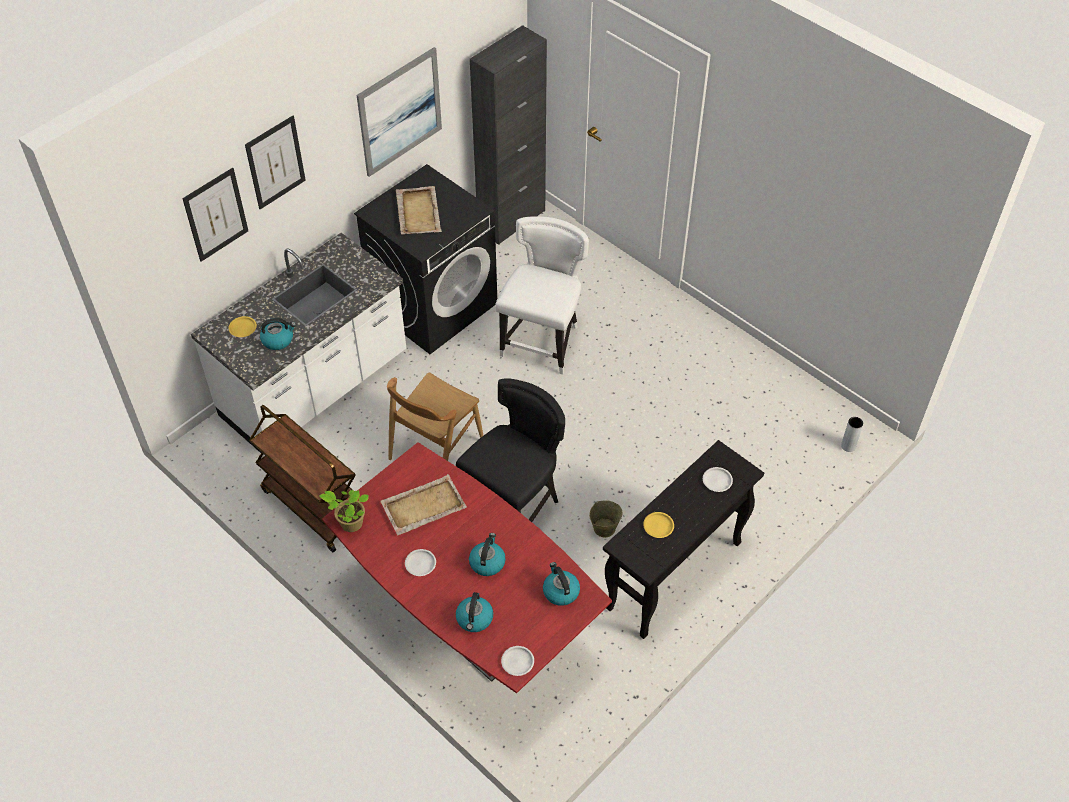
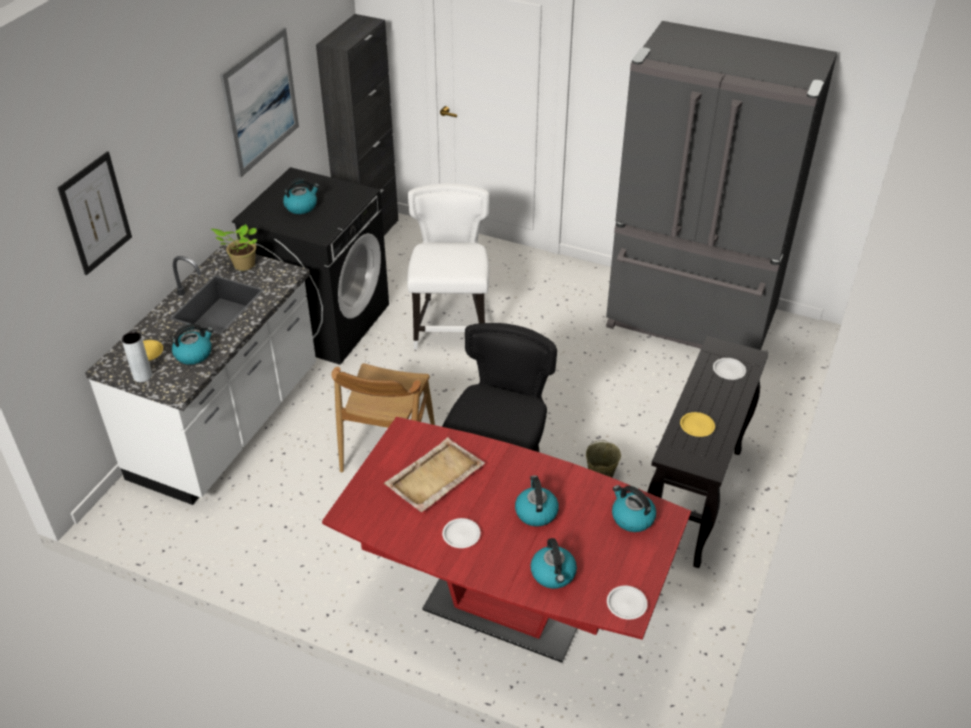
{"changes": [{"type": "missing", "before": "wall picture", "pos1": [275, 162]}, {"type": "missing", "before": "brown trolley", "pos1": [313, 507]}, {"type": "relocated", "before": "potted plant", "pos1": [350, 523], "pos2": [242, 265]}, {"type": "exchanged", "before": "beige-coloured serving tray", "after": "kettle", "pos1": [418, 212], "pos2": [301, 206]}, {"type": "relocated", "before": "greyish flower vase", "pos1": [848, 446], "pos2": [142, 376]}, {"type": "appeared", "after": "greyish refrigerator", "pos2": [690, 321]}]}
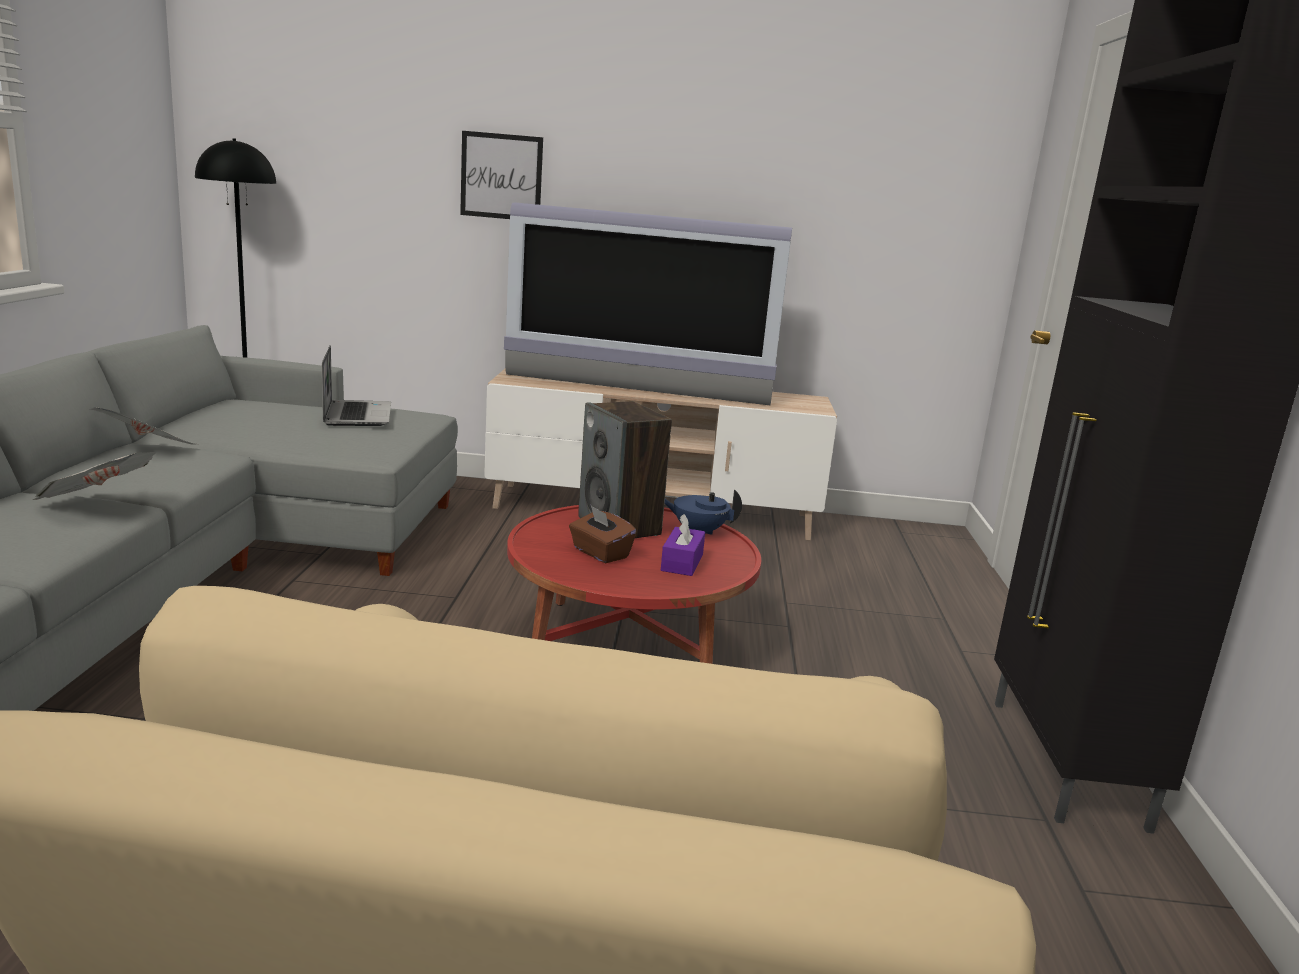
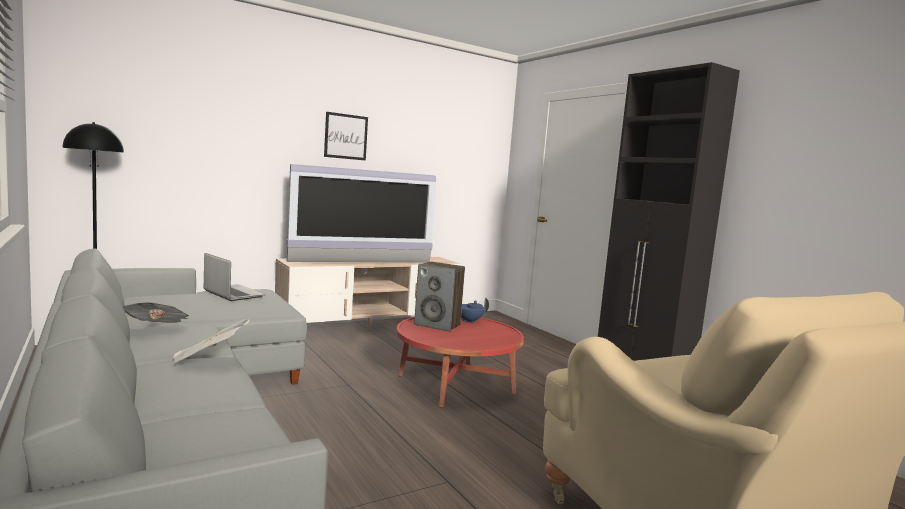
{"changes": [{"type": "relocated", "before": "wall picture", "pos1": [501, 176], "pos2": [346, 136]}, {"type": "missing", "before": "brown tissue holder", "pos1": [600, 553]}, {"type": "missing", "before": "purple-coloured tissue holder", "pos1": [682, 562]}]}
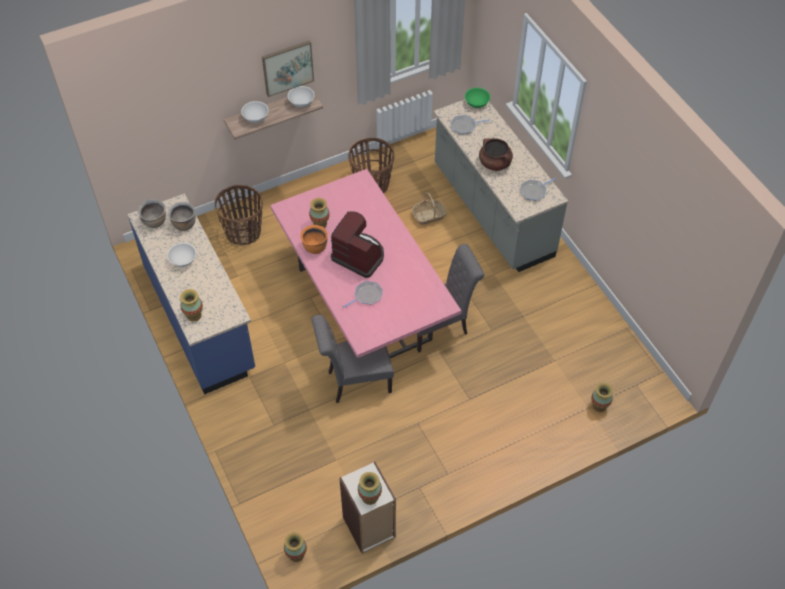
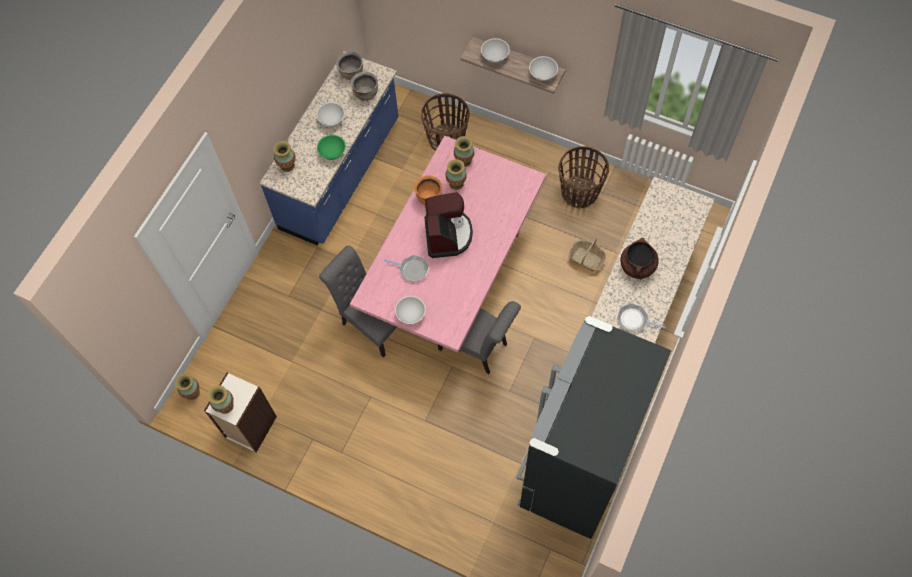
{"changes": [{"type": "missing", "before": "wall picture", "pos1": [287, 68]}, {"type": "missing", "before": "frying pan", "pos1": [464, 126]}, {"type": "relocated", "before": "green-coloured bowl", "pos1": [476, 103], "pos2": [332, 152]}, {"type": "relocated", "before": "flower vase", "pos1": [599, 405], "pos2": [464, 160]}, {"type": "appeared", "after": "whitish bowl", "pos2": [411, 314]}, {"type": "appeared", "after": "black-coloured refrigerator", "pos2": [574, 467]}]}
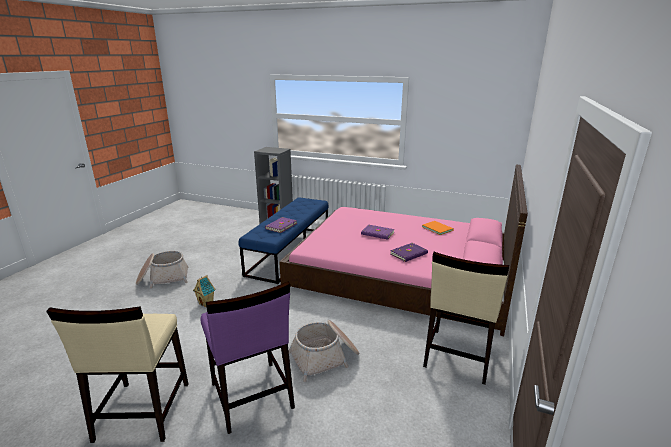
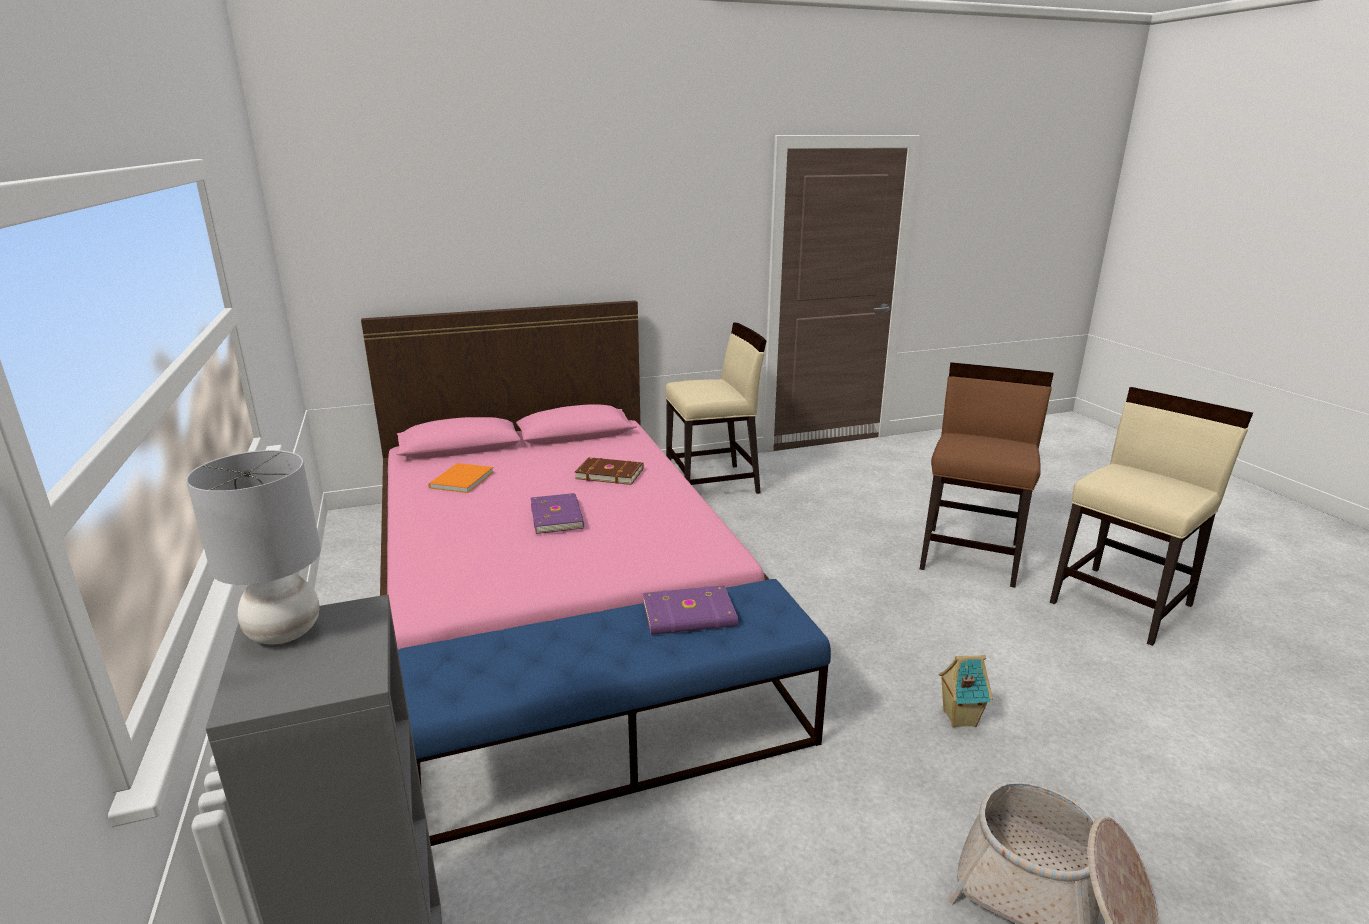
{"changes": [{"type": "colour", "before": "purple-coloured chair", "after": "brown chair", "pos1": [251, 396], "pos2": [971, 555]}, {"type": "missing", "before": "household basket", "pos1": [325, 357]}, {"type": "colour", "before": "purple-coloured bound book", "after": "brown bound book", "pos1": [409, 254], "pos2": [609, 473]}, {"type": "appeared", "after": "greyish table lamp", "pos2": [283, 632]}]}
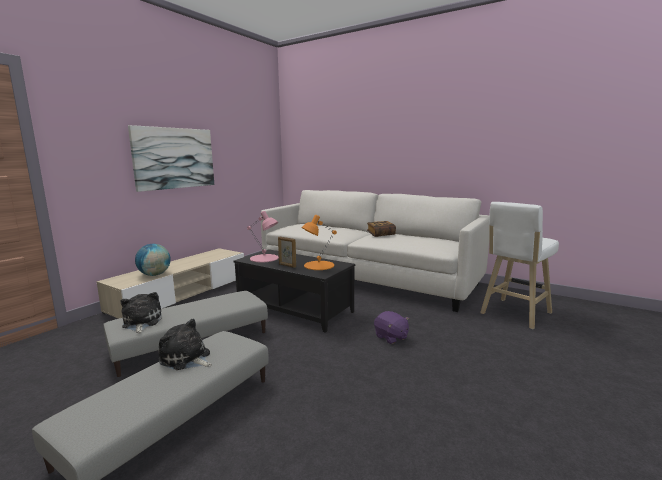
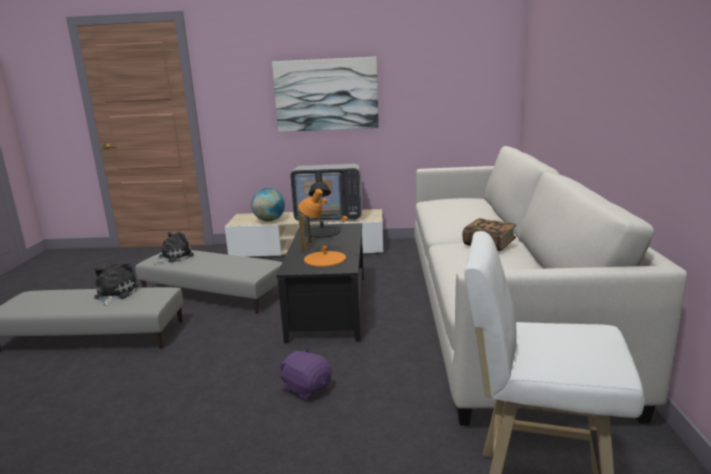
{"changes": [{"type": "colour", "before": "pinkish table lamp", "after": "black-coloured table lamp", "pos1": [264, 258], "pos2": [322, 232]}, {"type": "spun", "before": "purple-coloured soft toy", "pos1": [391, 337], "pos2": [306, 388], "turn": 105}, {"type": "appeared", "after": "TV set", "pos2": [329, 216]}]}
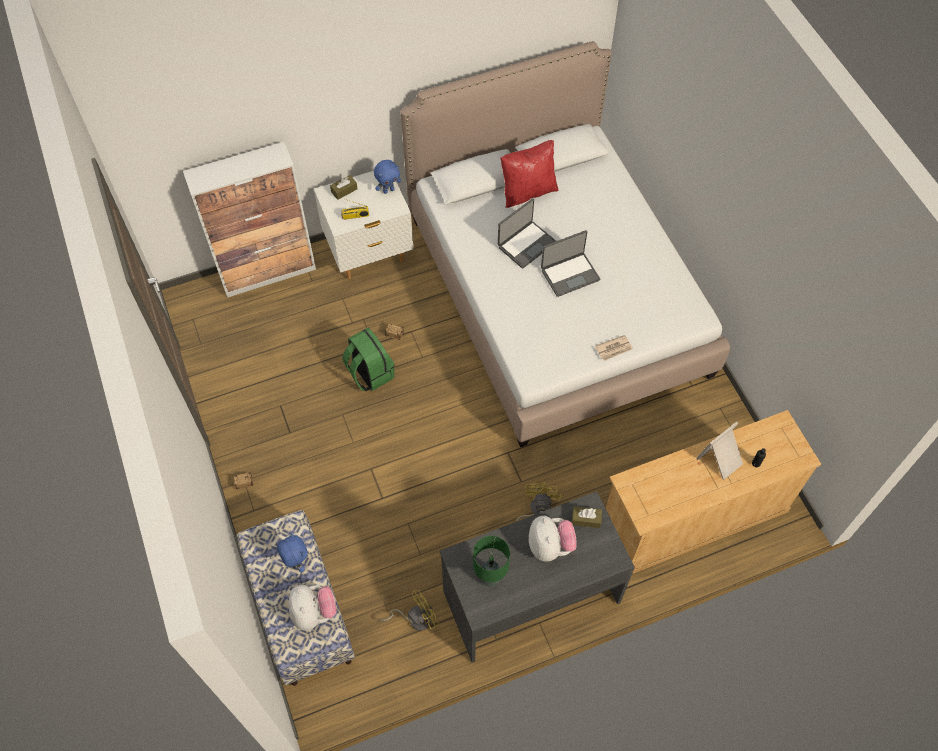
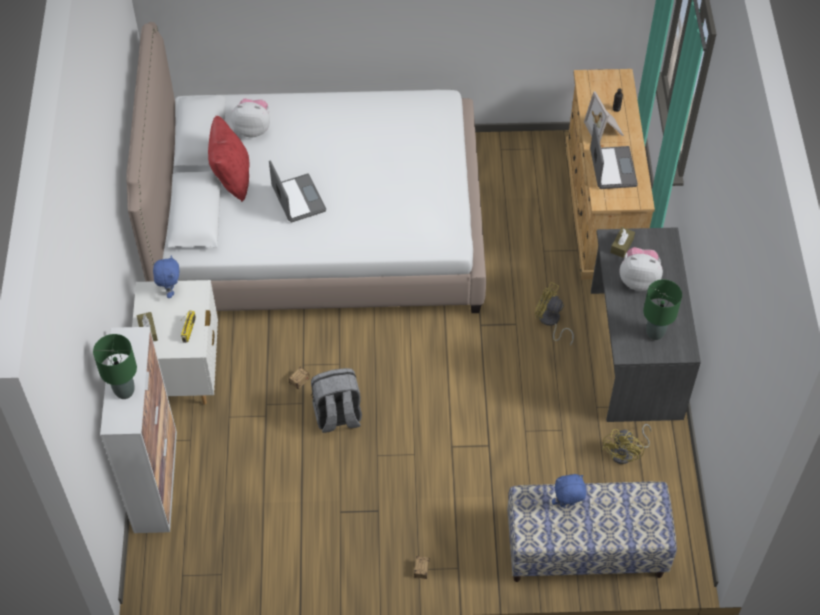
{"changes": [{"type": "relocated", "before": "soft toy", "pos1": [313, 613], "pos2": [253, 128]}, {"type": "colour", "before": "green-coloured knapsack", "after": "greyish knapsack", "pos1": [369, 373], "pos2": [337, 416]}, {"type": "spun", "before": "yellowish electric fan", "pos1": [415, 618], "pos2": [626, 453], "turn": -150}, {"type": "relocated", "before": "portable computer", "pos1": [569, 274], "pos2": [611, 168]}, {"type": "missing", "before": "newspaper", "pos1": [614, 349]}, {"type": "appeared", "after": "green-coloured table lamp", "pos2": [124, 392]}]}
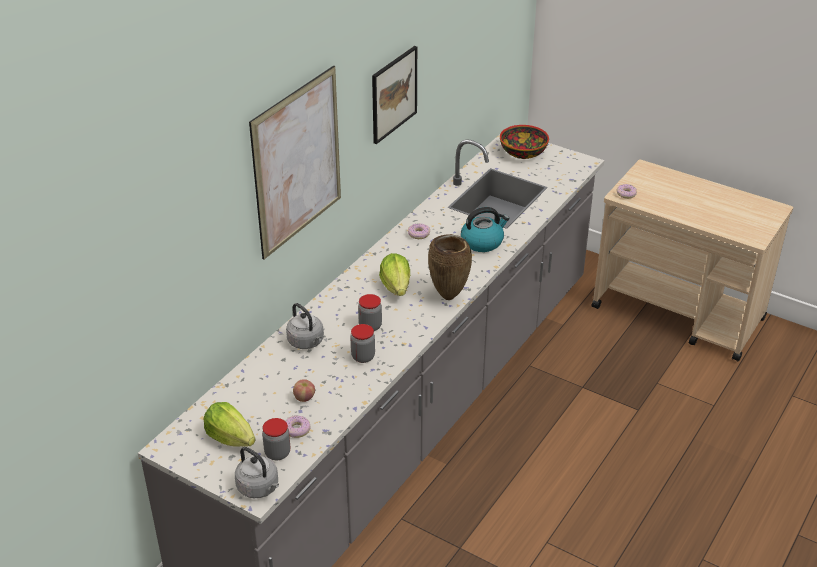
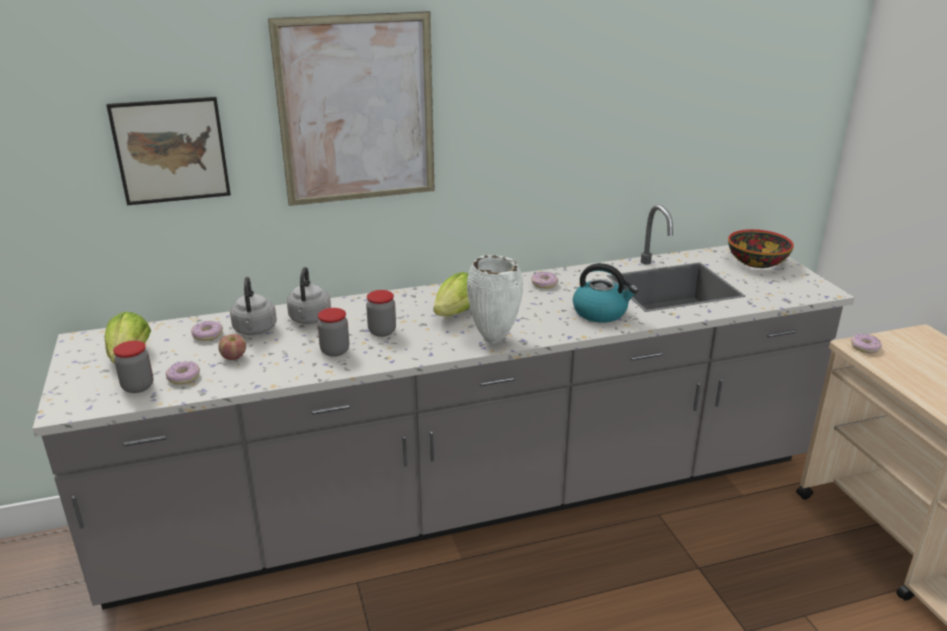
{"changes": [{"type": "relocated", "before": "greyish kettle", "pos1": [259, 488], "pos2": [255, 330]}, {"type": "relocated", "before": "wall picture", "pos1": [393, 94], "pos2": [171, 150]}, {"type": "colour", "before": "brown flower vase", "after": "whitish flower vase", "pos1": [449, 296], "pos2": [495, 340]}, {"type": "appeared", "after": "doughnut", "pos2": [208, 335]}]}
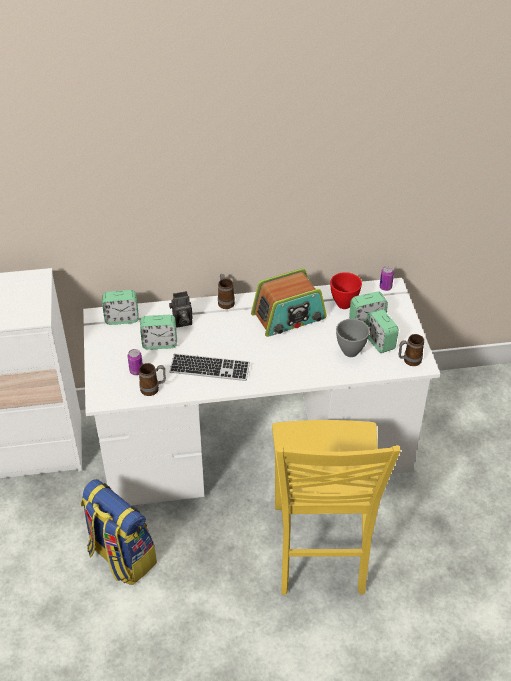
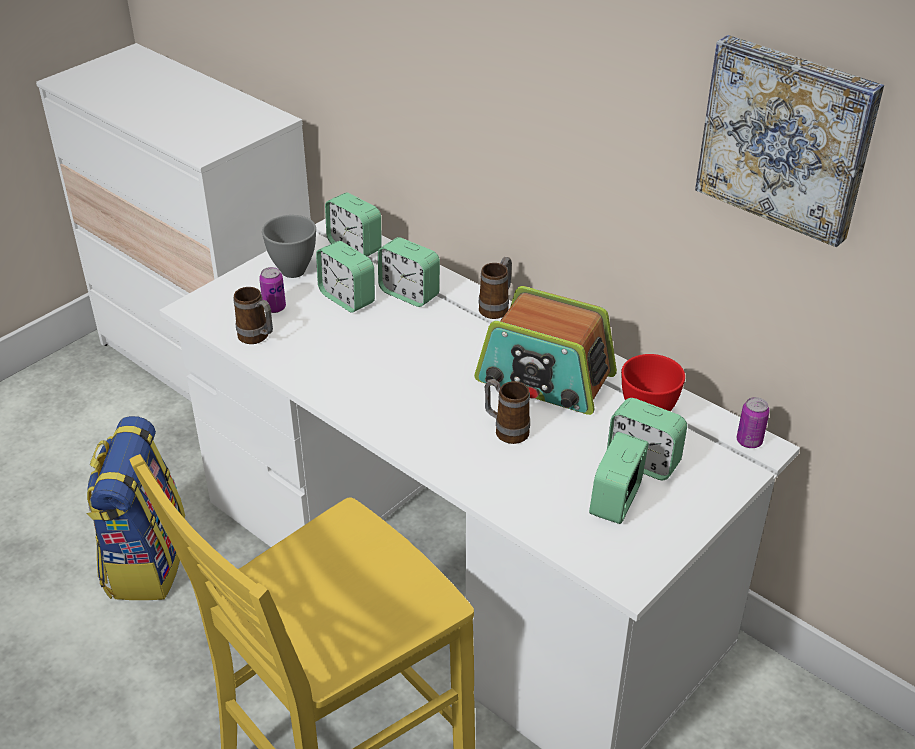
{"changes": [{"type": "exchanged", "before": "still camera", "after": "bedside clock", "pos1": [181, 322], "pos2": [409, 294]}, {"type": "missing", "before": "keyboard", "pos1": [209, 369]}, {"type": "relocated", "before": "greyish bowl", "pos1": [349, 351], "pos2": [293, 270]}, {"type": "relocated", "before": "coffee mug", "pos1": [408, 361], "pos2": [506, 430]}, {"type": "appeared", "after": "wall picture", "pos2": [787, 137]}]}
